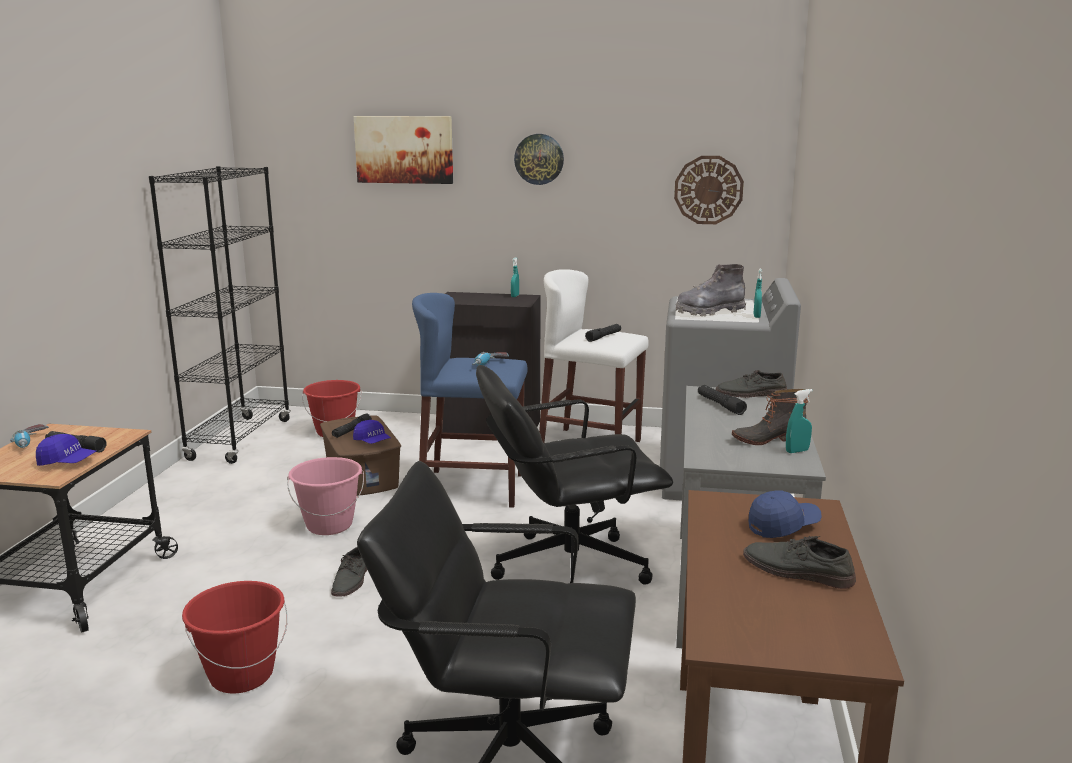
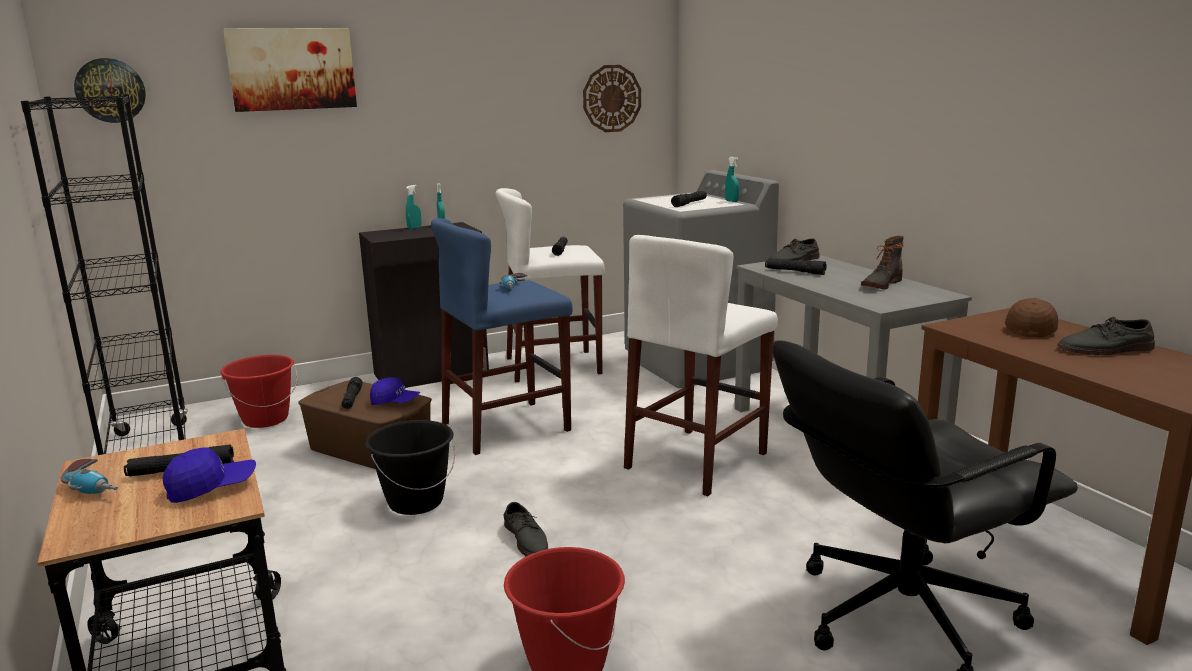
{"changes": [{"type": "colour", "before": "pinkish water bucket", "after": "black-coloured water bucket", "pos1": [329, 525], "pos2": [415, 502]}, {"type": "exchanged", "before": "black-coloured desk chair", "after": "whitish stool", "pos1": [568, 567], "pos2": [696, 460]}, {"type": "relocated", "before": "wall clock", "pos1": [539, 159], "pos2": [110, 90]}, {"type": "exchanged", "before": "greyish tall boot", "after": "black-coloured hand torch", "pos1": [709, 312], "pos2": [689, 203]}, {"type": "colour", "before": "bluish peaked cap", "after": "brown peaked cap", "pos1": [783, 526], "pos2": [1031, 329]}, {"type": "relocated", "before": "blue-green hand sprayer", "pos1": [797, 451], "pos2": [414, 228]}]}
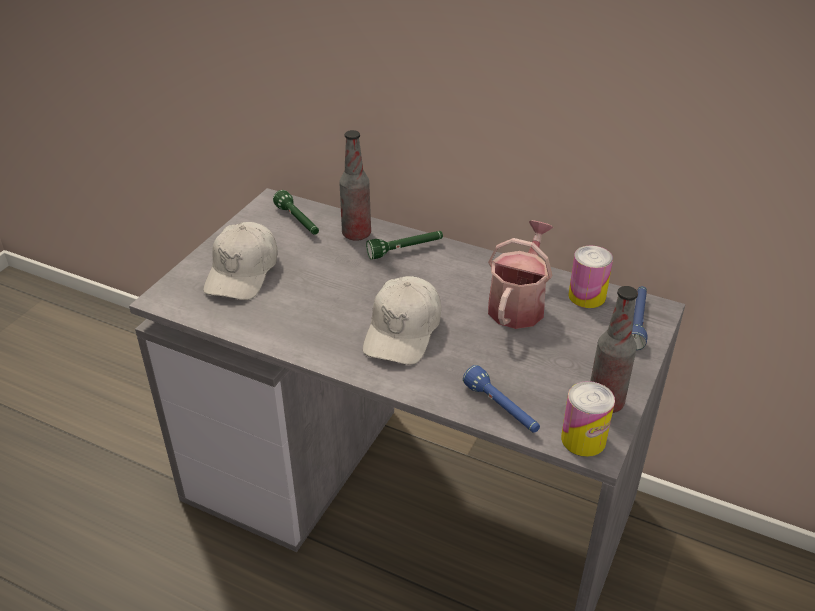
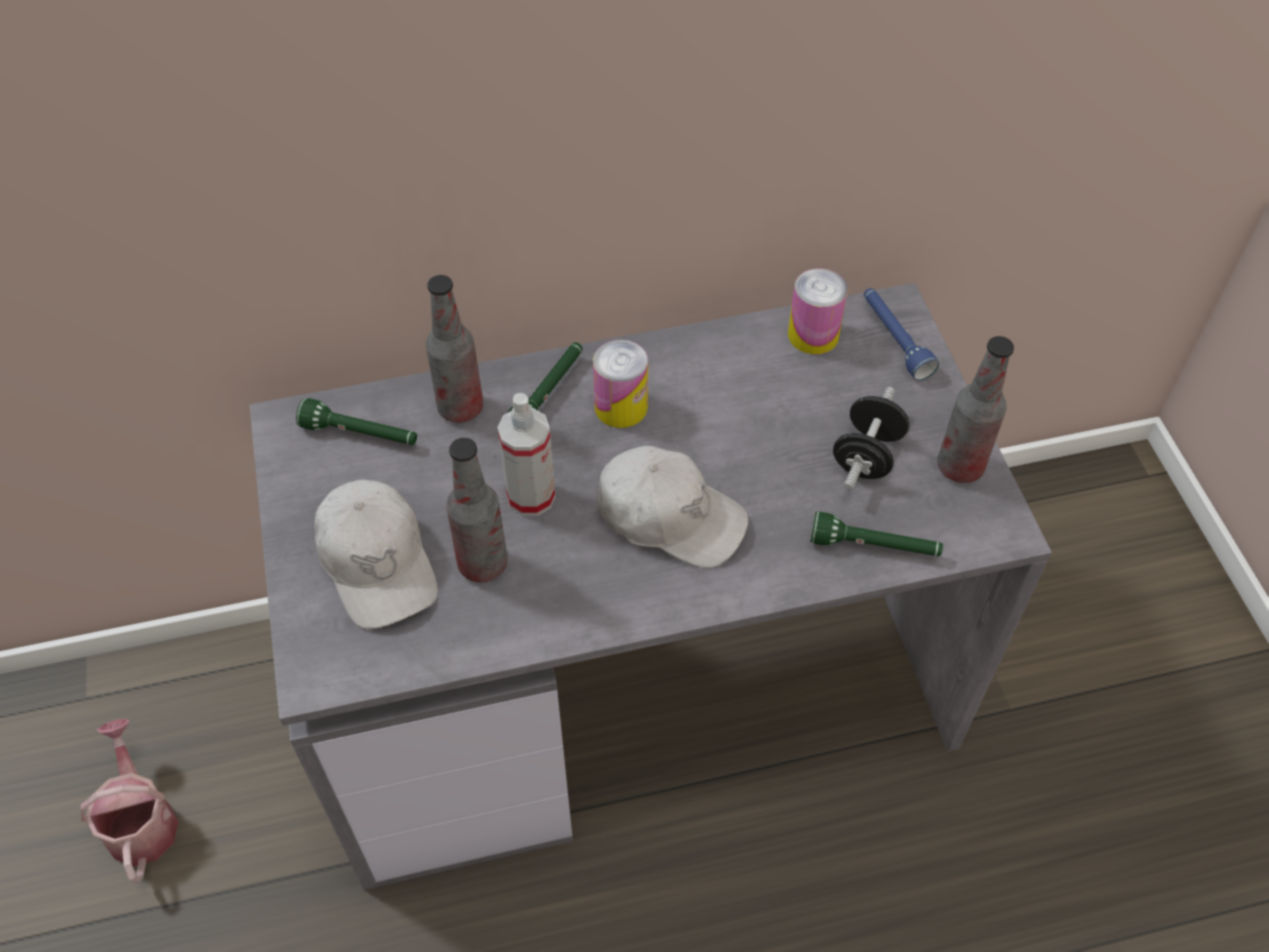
{"changes": [{"type": "spun", "before": "whitish peaked cap", "pos1": [403, 331], "pos2": [670, 516], "turn": -45}, {"type": "colour", "before": "bluish hand torch", "after": "green-coloured hand torch", "pos1": [502, 409], "pos2": [874, 547]}, {"type": "relocated", "before": "sprinkling can", "pos1": [518, 304], "pos2": [141, 820]}, {"type": "relocated", "before": "metal can", "pos1": [583, 439], "pos2": [621, 407]}, {"type": "appeared", "after": "drink bottle", "pos2": [483, 564]}, {"type": "appeared", "after": "hand sprayer", "pos2": [531, 496]}, {"type": "appeared", "after": "black-coloured hand weight", "pos2": [867, 456]}]}
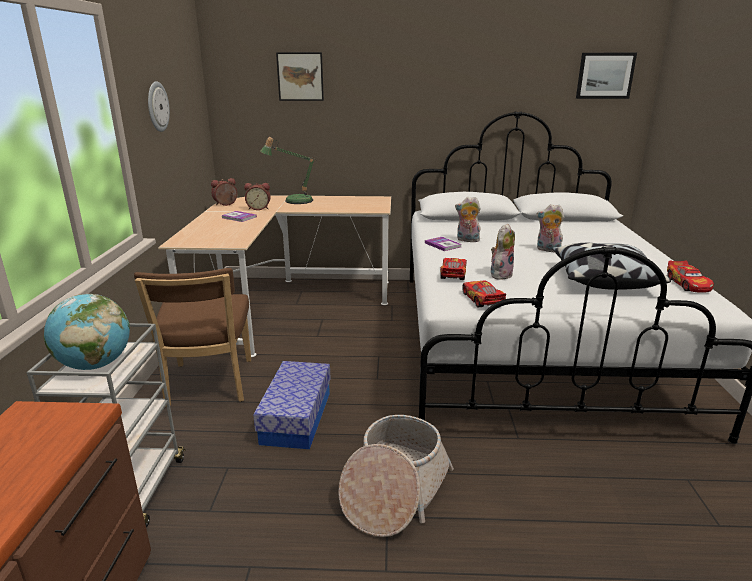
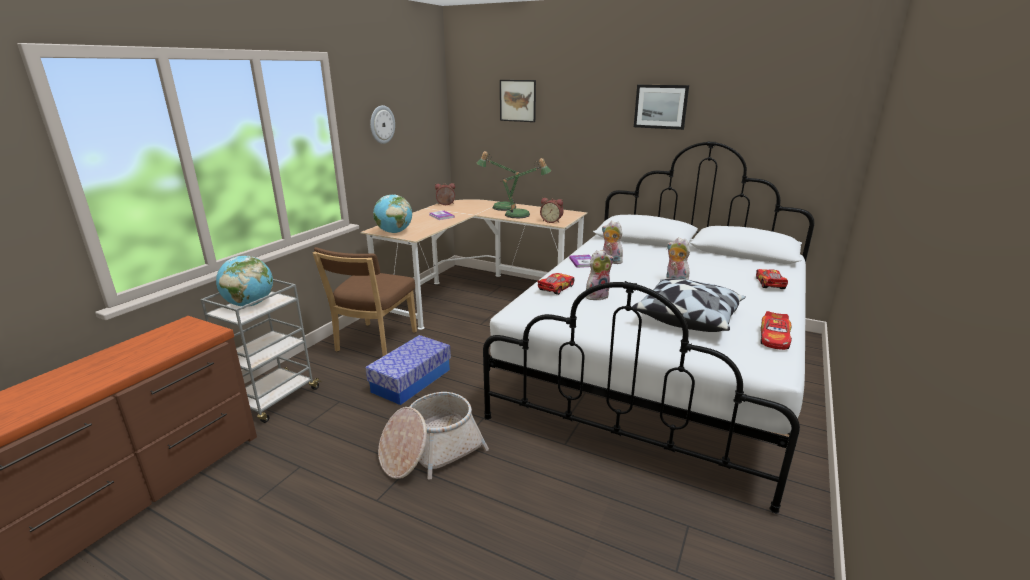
{"changes": [{"type": "relocated", "before": "bedside clock", "pos1": [259, 208], "pos2": [551, 221]}, {"type": "relocated", "before": "toy car", "pos1": [482, 300], "pos2": [769, 284]}, {"type": "relocated", "before": "wall picture", "pos1": [605, 75], "pos2": [660, 106]}, {"type": "appeared", "after": "desk globe", "pos2": [394, 232]}, {"type": "appeared", "after": "table lamp", "pos2": [522, 215]}]}
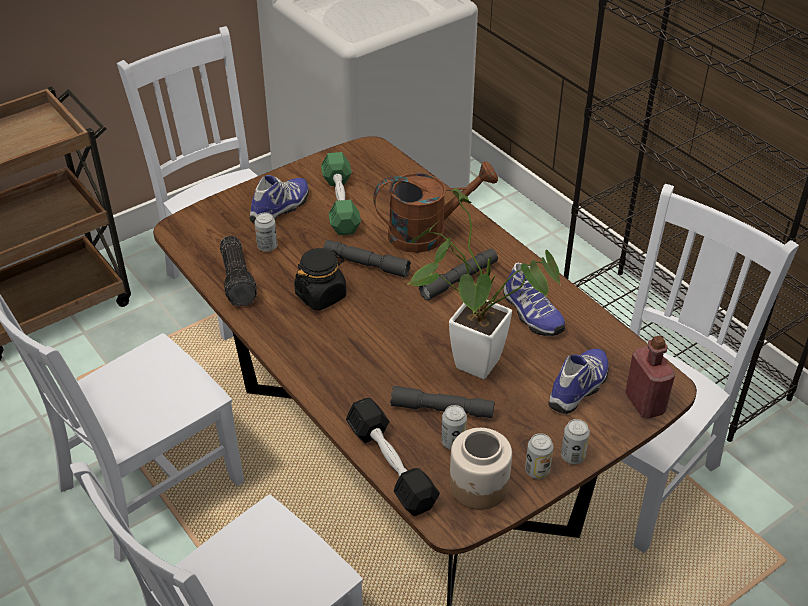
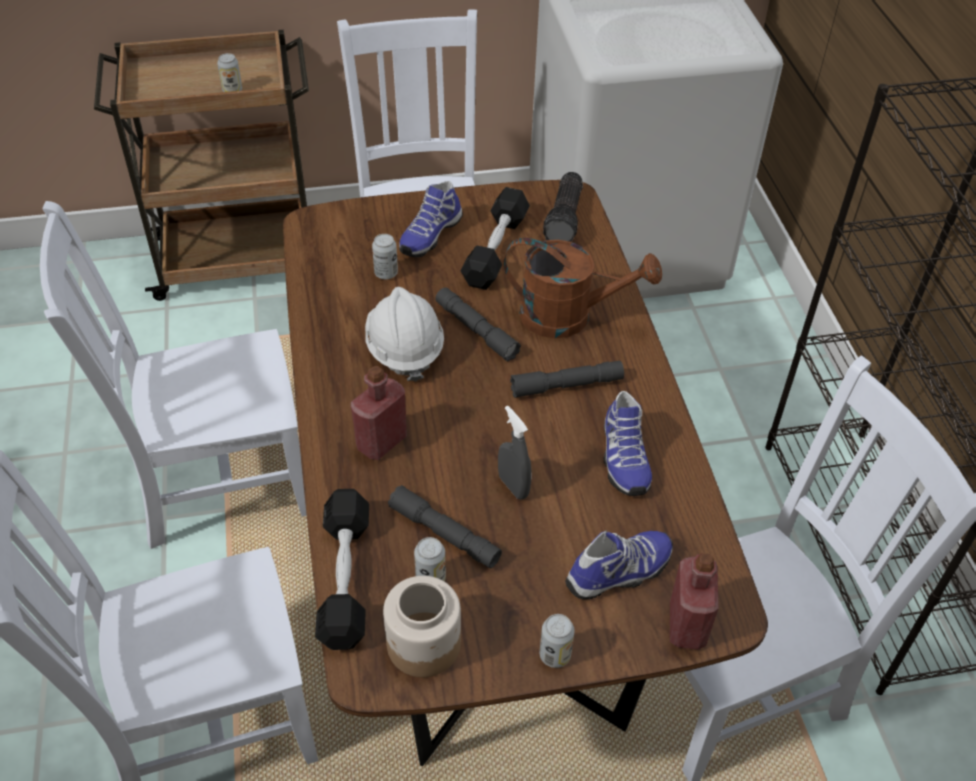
{"changes": [{"type": "relocated", "before": "hand torch", "pos1": [239, 279], "pos2": [566, 219]}, {"type": "spun", "before": "low shoe", "pos1": [281, 208], "pos2": [429, 235], "turn": 150}, {"type": "exchanged", "before": "black-coloured storage jar", "after": "whitish safety helmet", "pos1": [321, 295], "pos2": [404, 349]}, {"type": "colour", "before": "green-coloured hand weight", "after": "black-coloured hand weight", "pos1": [340, 203], "pos2": [496, 249]}, {"type": "exchanged", "before": "potted plant", "after": "greyish hand sprayer", "pos1": [468, 360], "pos2": [513, 486]}, {"type": "relocated", "before": "metal can", "pos1": [537, 471], "pos2": [232, 90]}, {"type": "appeared", "after": "red drink bottle", "pos2": [381, 442]}]}
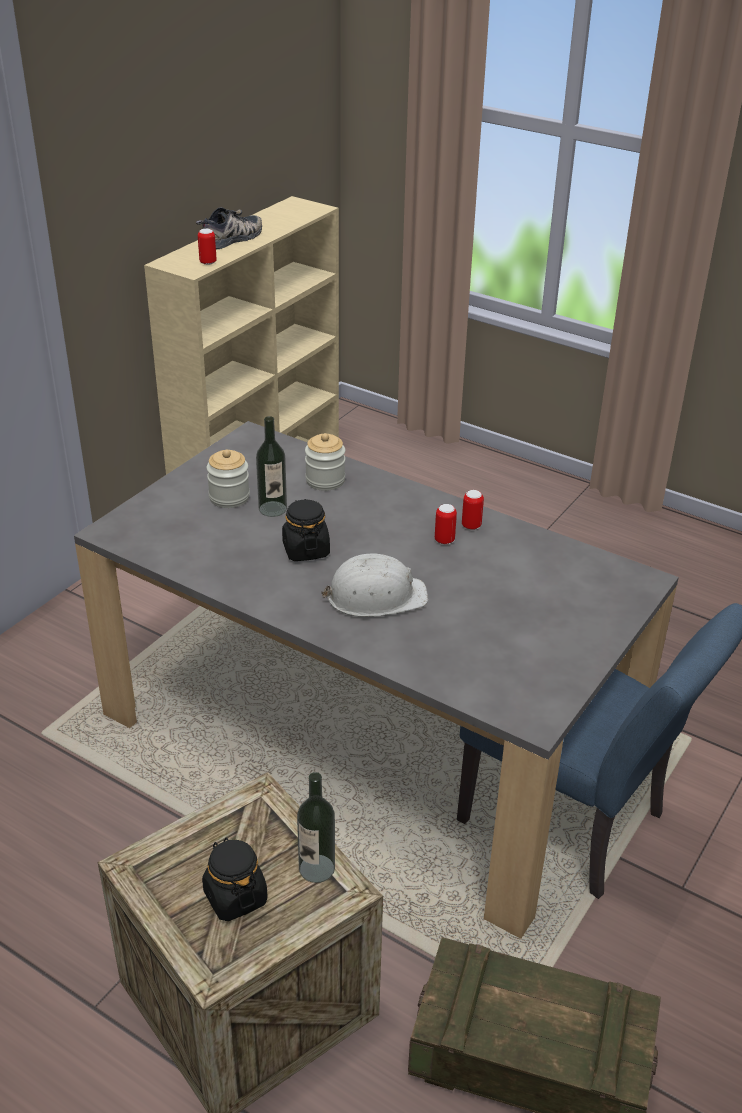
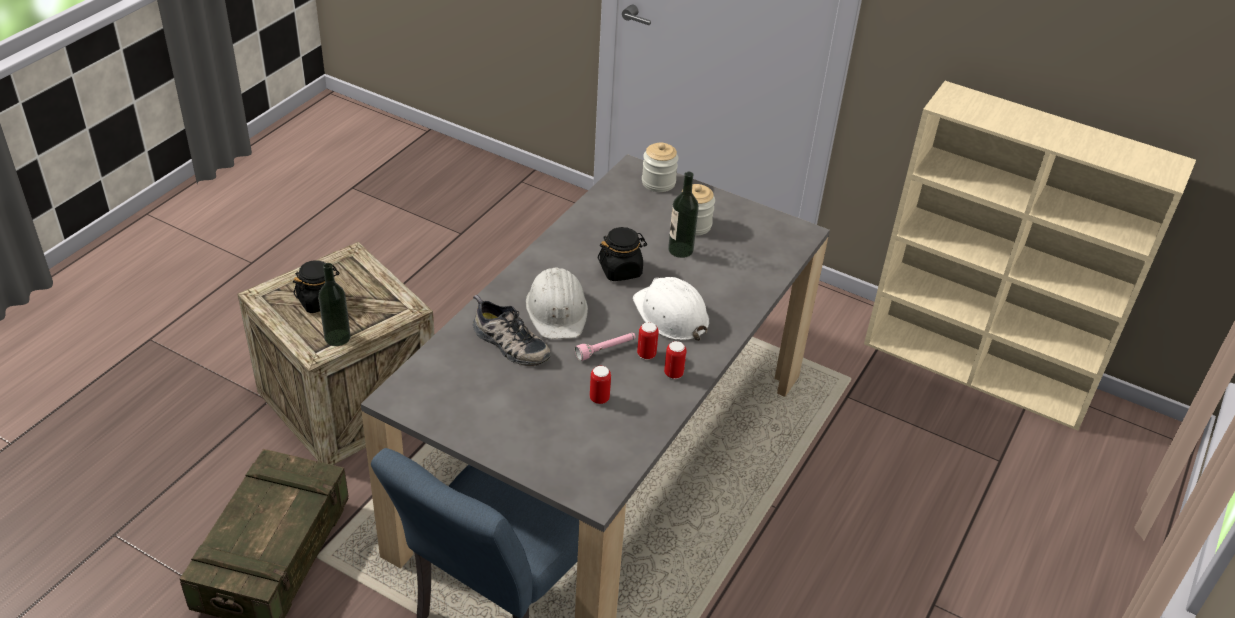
{"changes": [{"type": "relocated", "before": "low shoe", "pos1": [232, 239], "pos2": [508, 343]}, {"type": "relocated", "before": "metal can", "pos1": [208, 262], "pos2": [599, 398]}, {"type": "relocated", "before": "storage jar", "pos1": [325, 480], "pos2": [658, 183]}, {"type": "appeared", "after": "pinkish hand torch", "pos2": [606, 350]}, {"type": "appeared", "after": "whitish safety helmet", "pos2": [671, 315]}]}
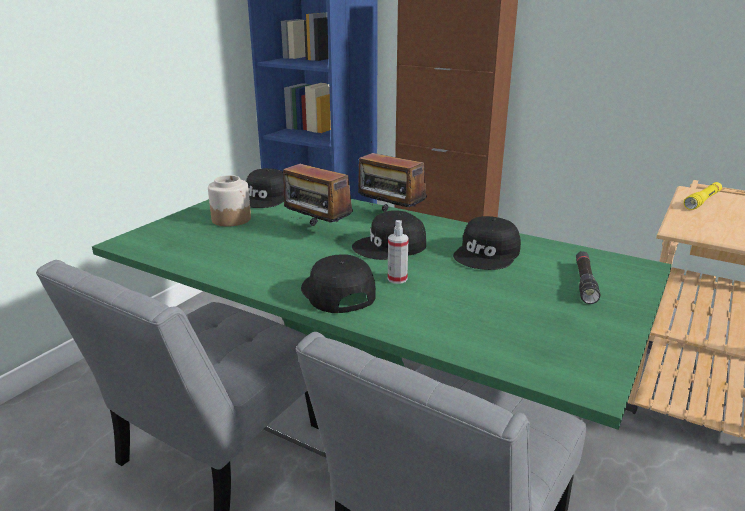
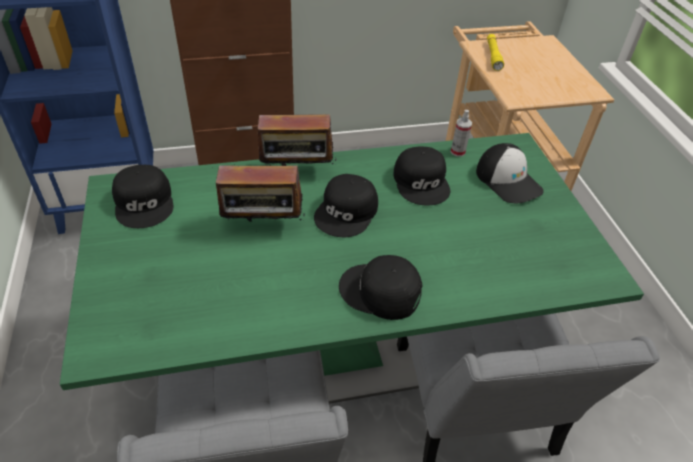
{"changes": [{"type": "missing", "before": "storage jar", "pos1": [231, 219]}, {"type": "relocated", "before": "hand sprayer", "pos1": [397, 279], "pos2": [458, 152]}, {"type": "exchanged", "before": "black-coloured hand torch", "after": "peaked cap", "pos1": [584, 282], "pos2": [508, 180]}]}
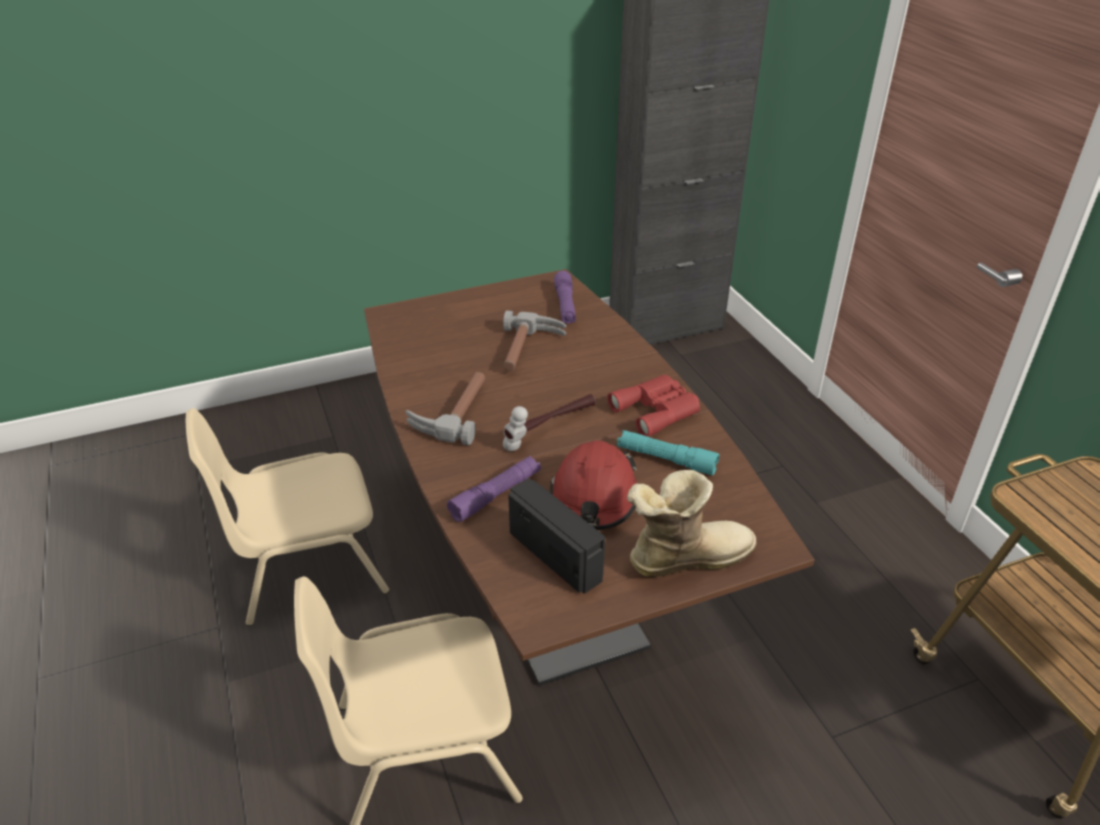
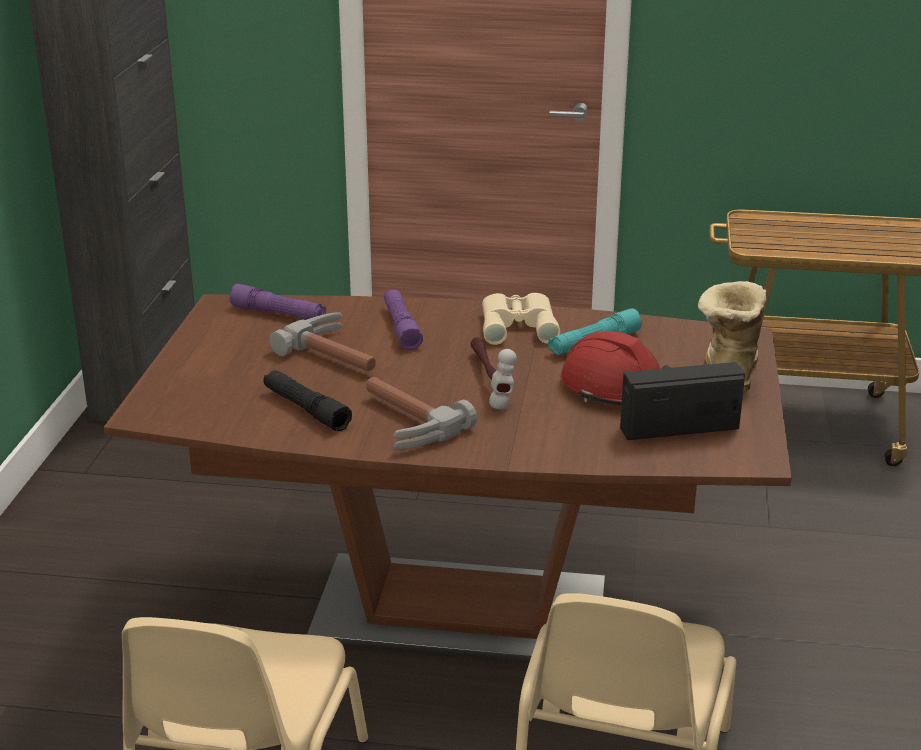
{"changes": [{"type": "relocated", "before": "purple-coloured hand torch", "pos1": [496, 495], "pos2": [401, 327]}, {"type": "colour", "before": "red binoculars", "after": "beige-coloured binoculars", "pos1": [658, 410], "pos2": [518, 325]}, {"type": "appeared", "after": "black-coloured hand torch", "pos2": [306, 409]}]}
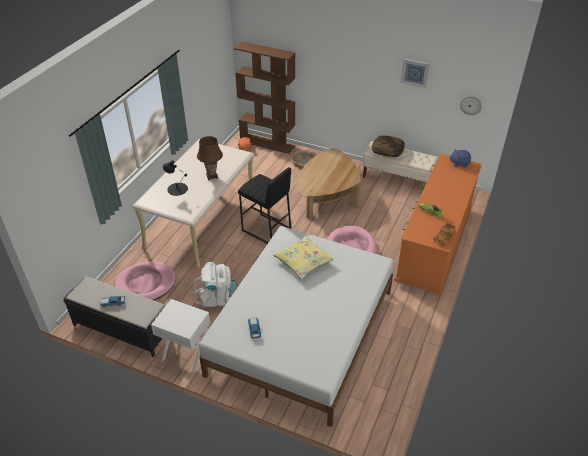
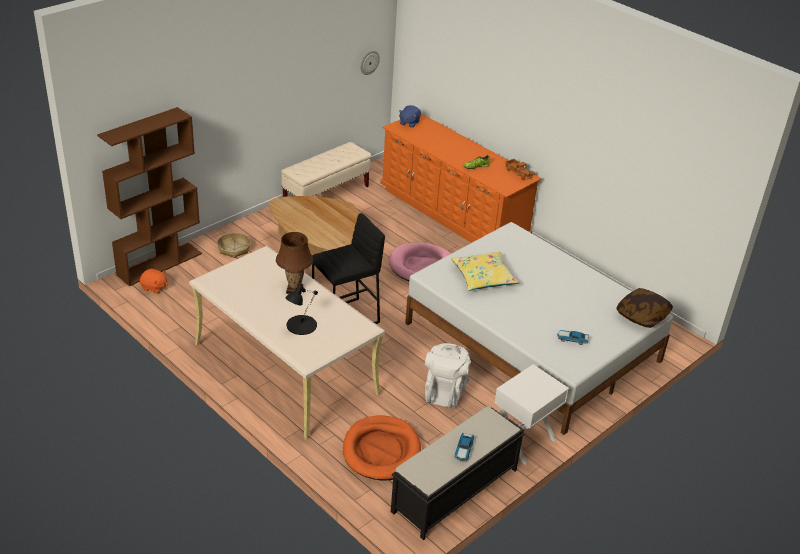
{"changes": [{"type": "colour", "before": "pinkish dog cushion", "after": "orange dog cushion", "pos1": [146, 284], "pos2": [381, 451]}, {"type": "relocated", "before": "pillow", "pos1": [387, 151], "pos2": [642, 315]}, {"type": "missing", "before": "wall picture", "pos1": [415, 72]}]}
